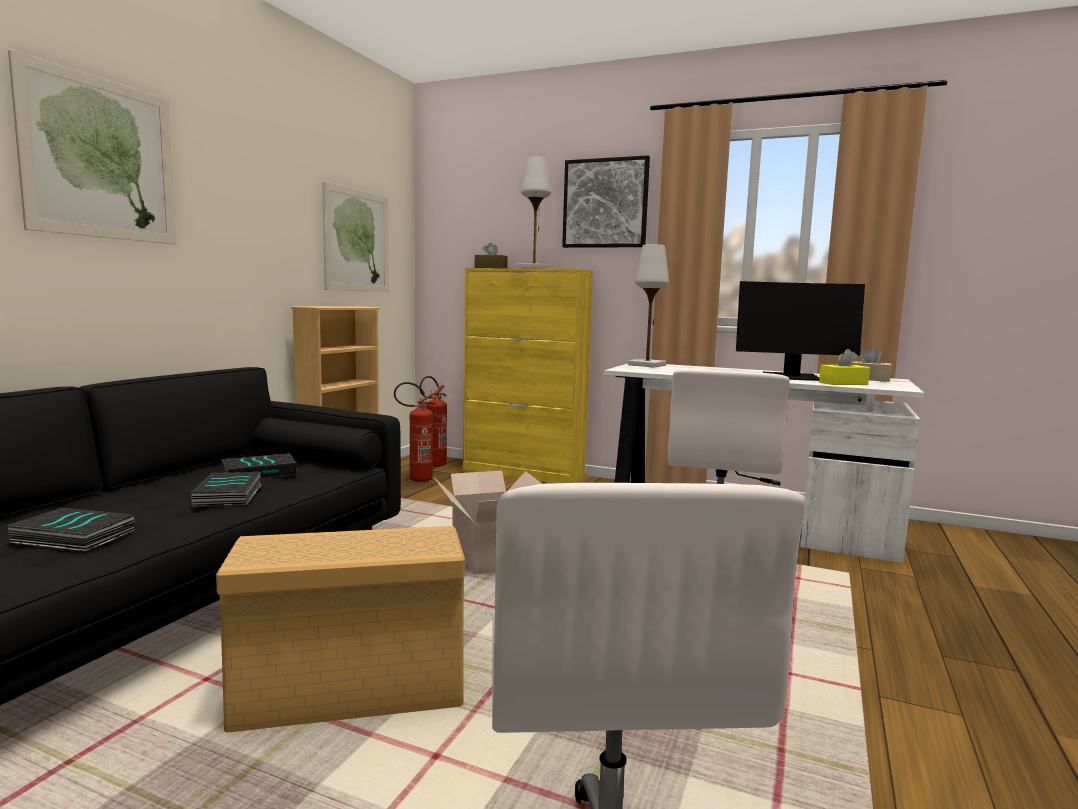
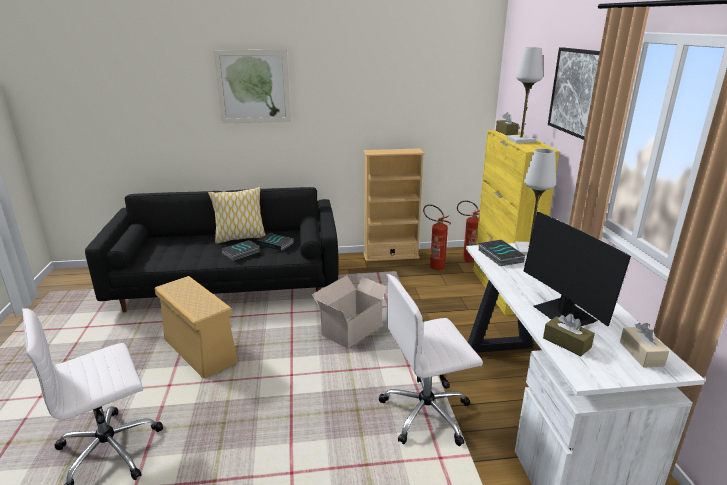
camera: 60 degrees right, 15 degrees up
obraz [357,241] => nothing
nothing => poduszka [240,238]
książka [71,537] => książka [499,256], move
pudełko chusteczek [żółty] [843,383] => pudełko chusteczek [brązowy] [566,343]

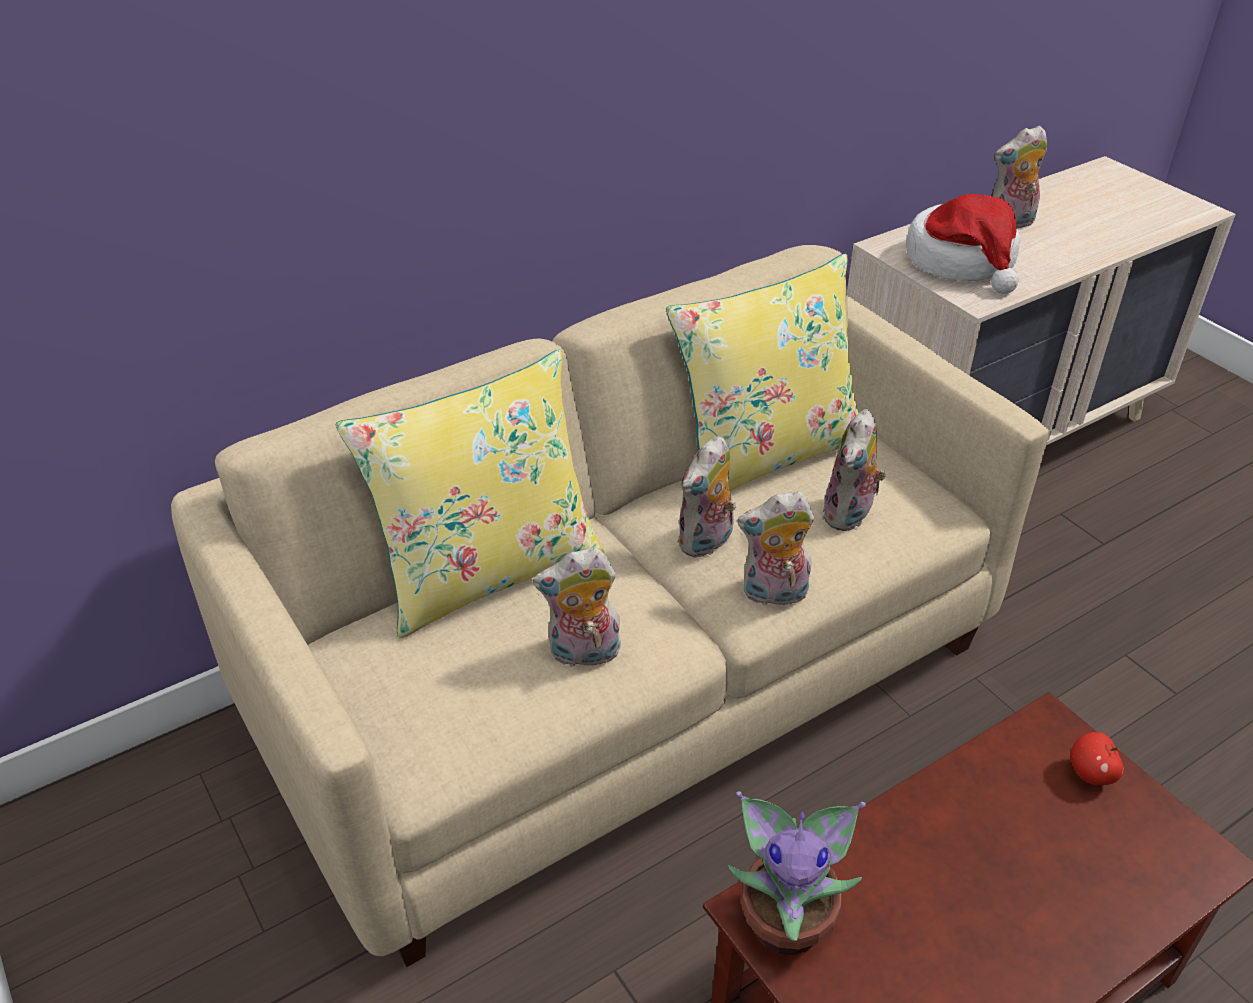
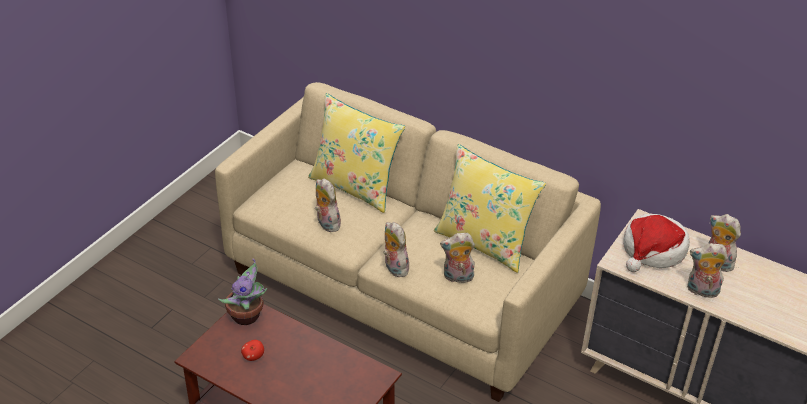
camera: 65 degrees right, 0 degrees up
pluszak [706,542] => pluszak [701,291], move
jabłko [1090,774] => jabłko [253,357], move

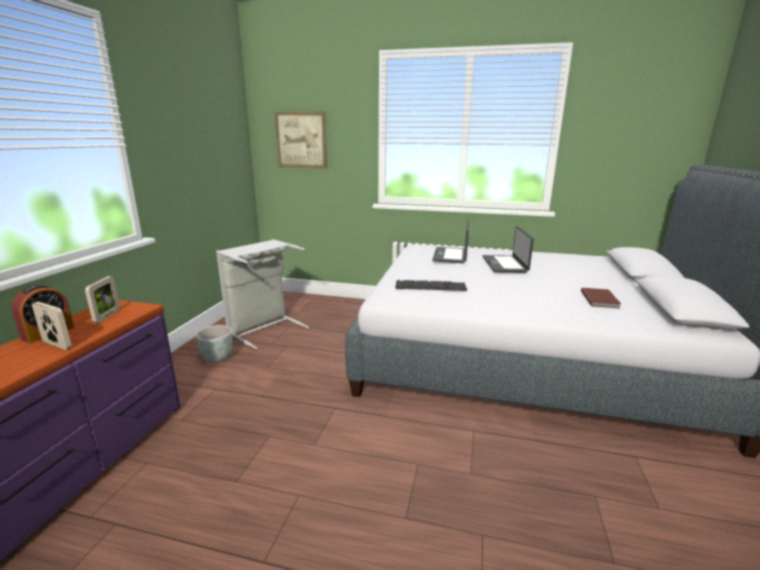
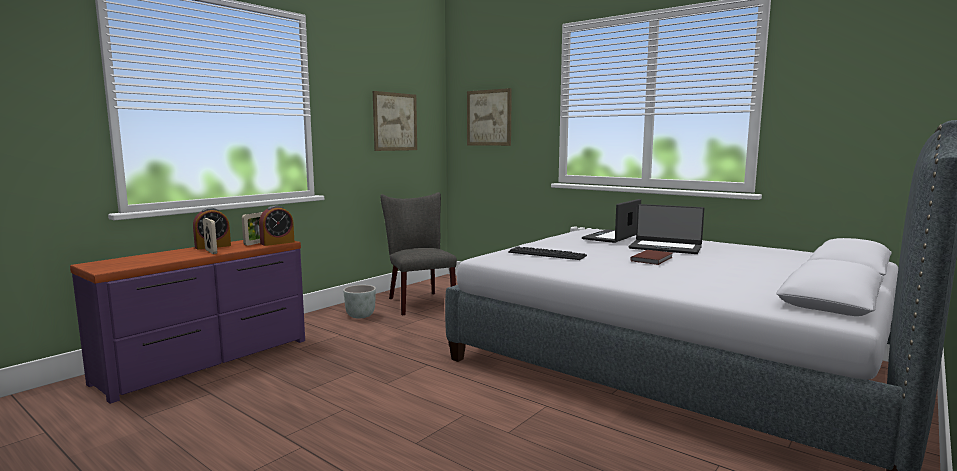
camera: 25 degrees right, 10 degrees down
nothing => budzik [277,243]
nothing => obraz [395,122]
książka [brązowy] [600,299] => książka [brązowy] [653,259], move
kosz na pranie [szary] [264,328] => krzesło [szary] [419,302]
laptop [505,264] => laptop [665,247], 90 degrees counterclockwise

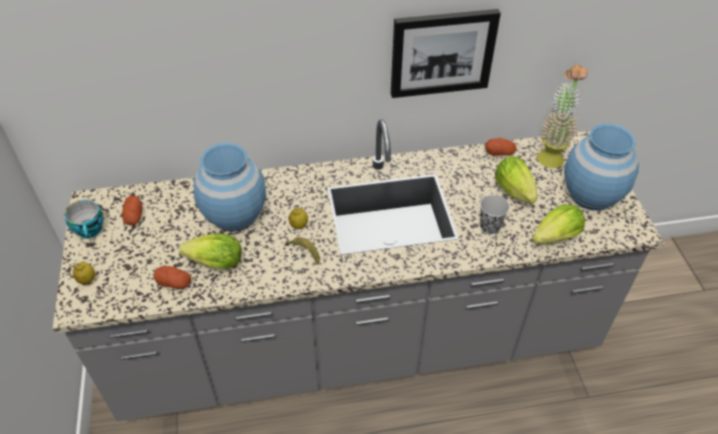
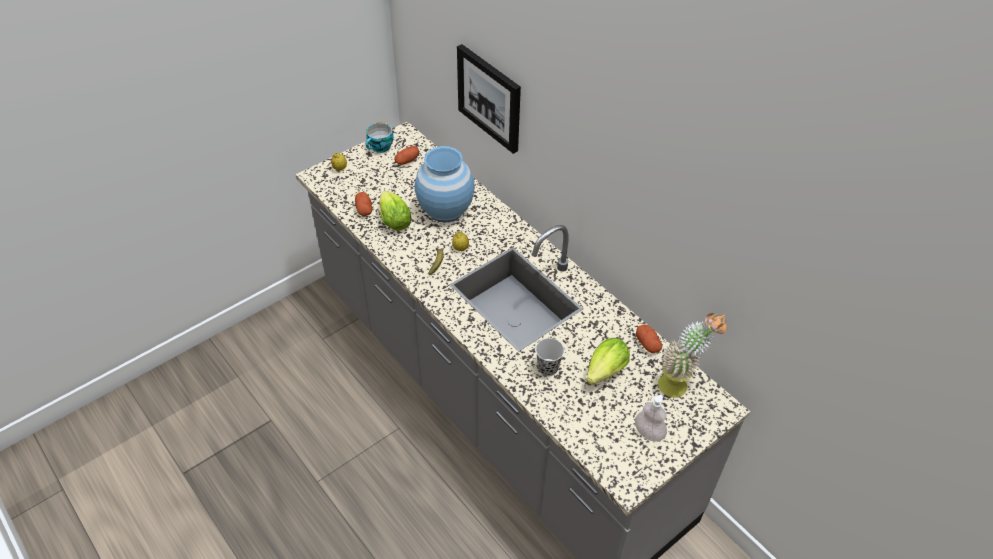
camera: 60 degrees right, 0 degrees up
sałata [552,239] => nothing
obraz [442,52] => obraz [490,97], move
wazon [niebieski] [591,194] => dozownik mydła [648,433]

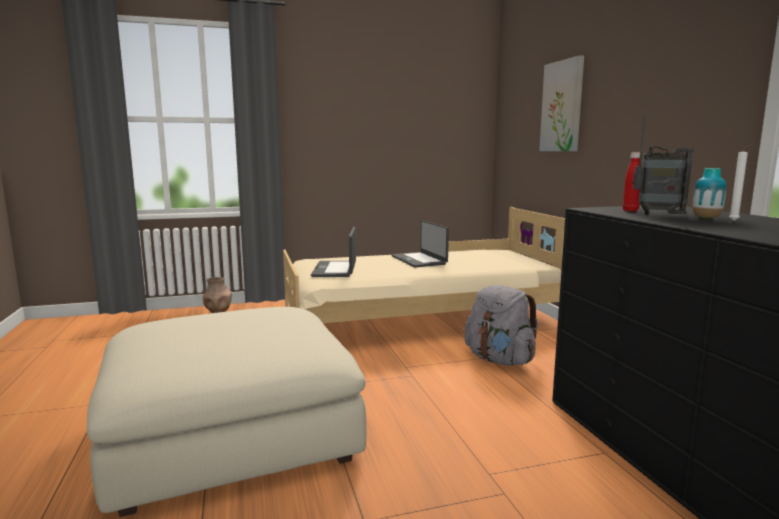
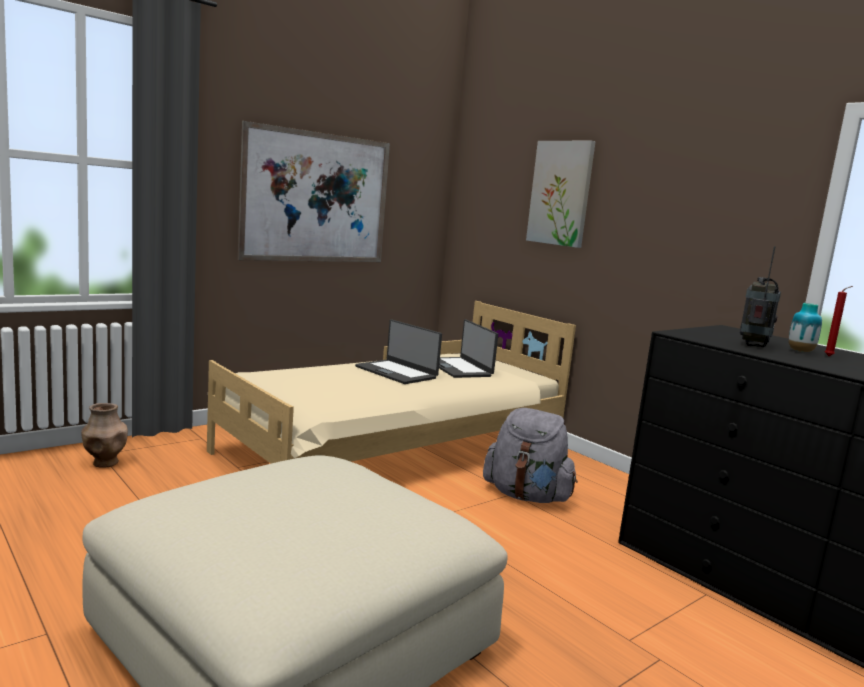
camera: 25 degrees left, 0 degrees up
butelka [czerwony] [630,210] => nothing
nothing => obraz [317,198]
laptop [335,269] => laptop [459,368], move
świeca [biały] [735,221] => świeca [czerwony] [830,356]
radio [657,214] => radio [754,345], 60 degrees counterclockwise

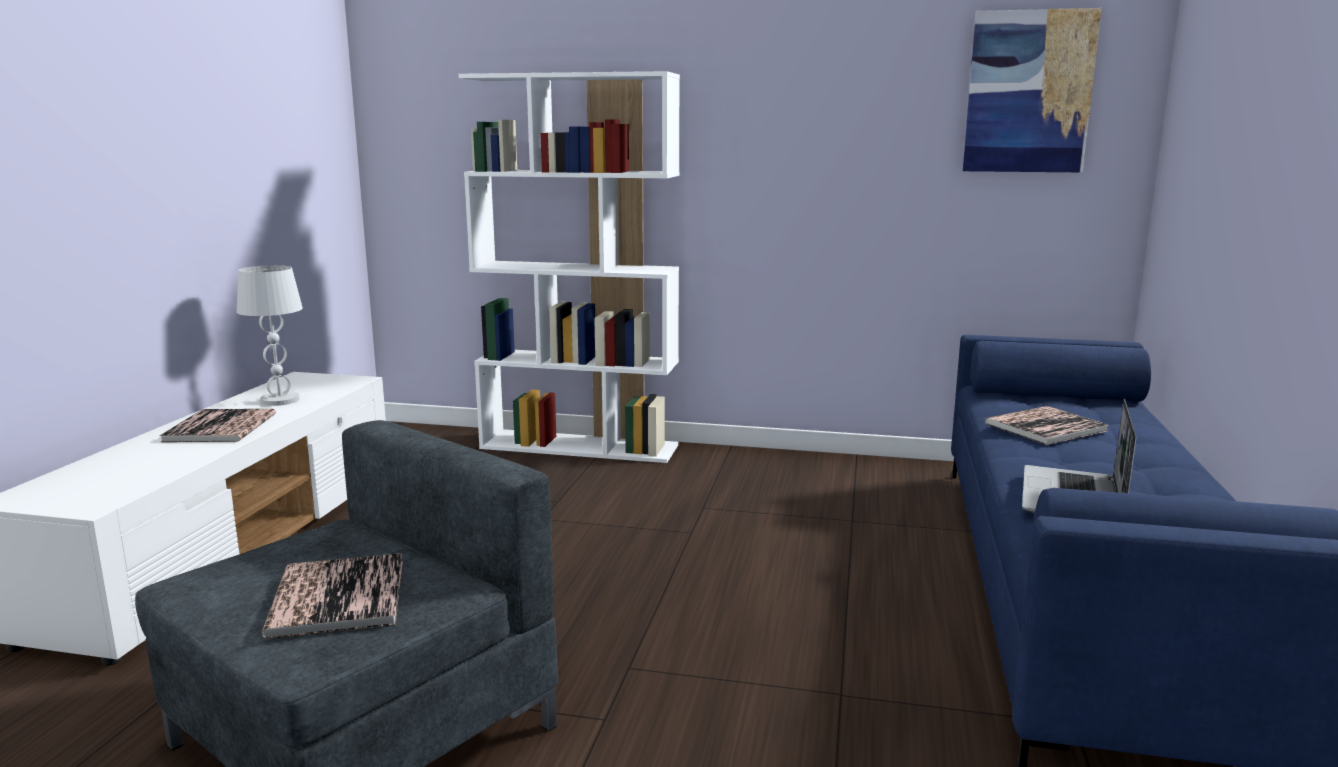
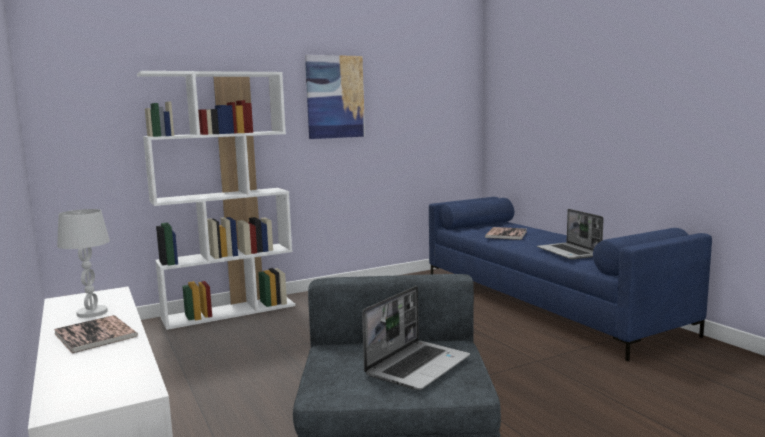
camera: 40 degrees left, 5 degrees down
obraz [1029,92] => obraz [335,97], move
książka [338,597] => laptop [418,366]

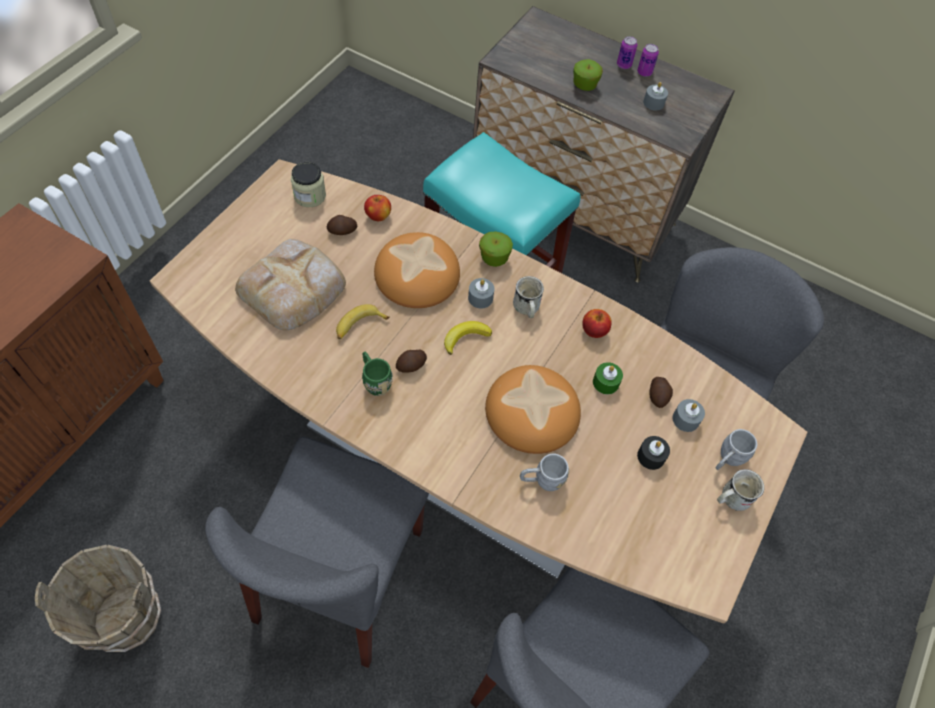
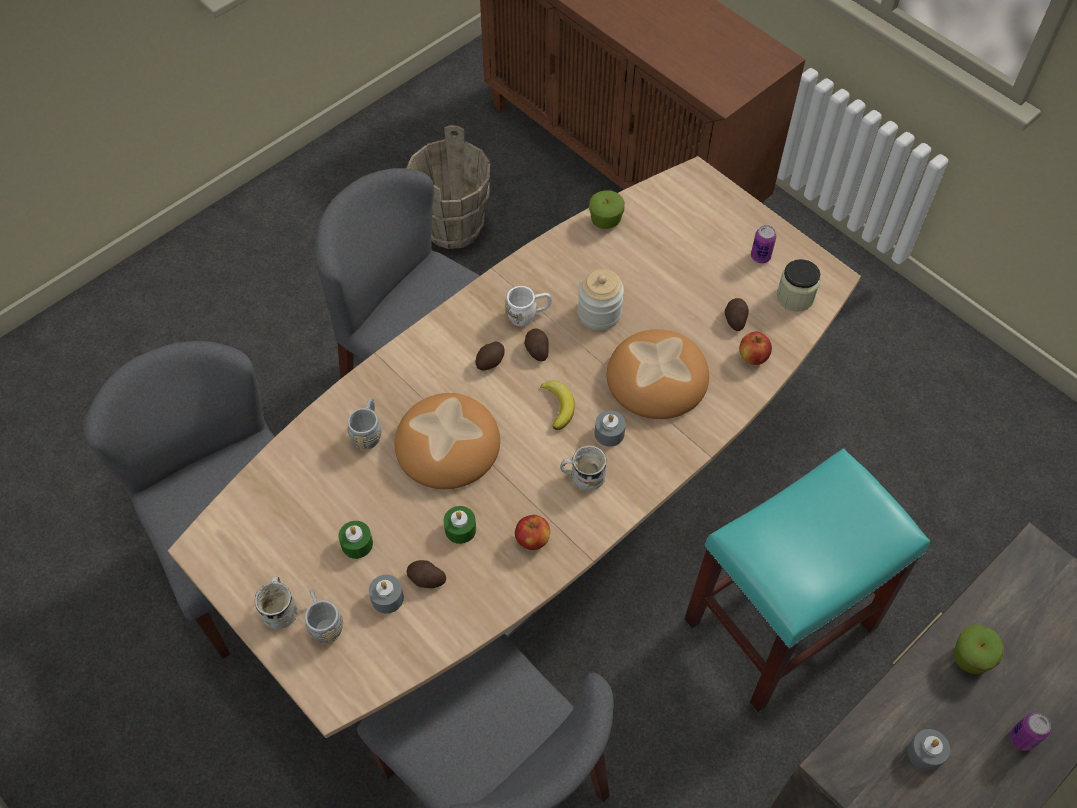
camera: 110 degrees right, 0 degrees up
chleb [294,288] => nothing
nothing => ziemniak [491,361]
jabłko [494,258] => jabłko [605,220], move
puszka [644,72] => puszka [760,256], move
banan [359,326] => słoik [599,313]
kubek [zielony] [375,380] => kubek [biały] [528,315]
świeca [czarny] [651,456] => świeca [zielony] [357,544]

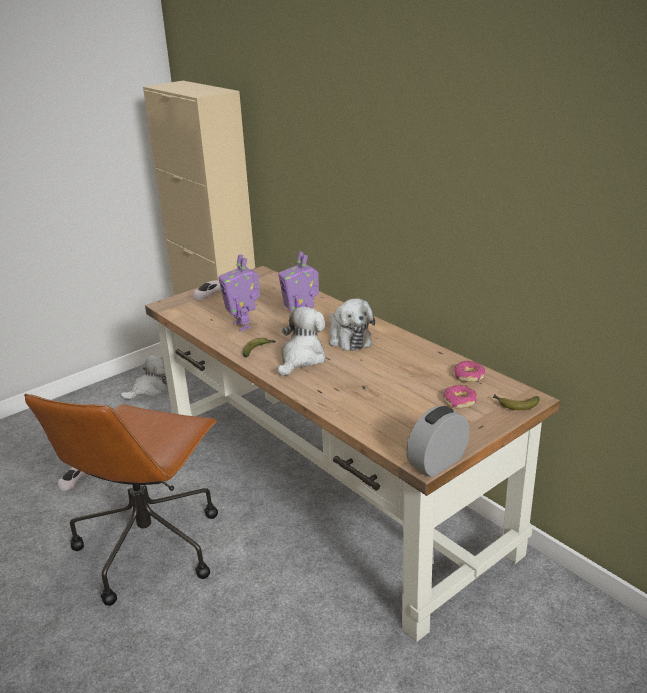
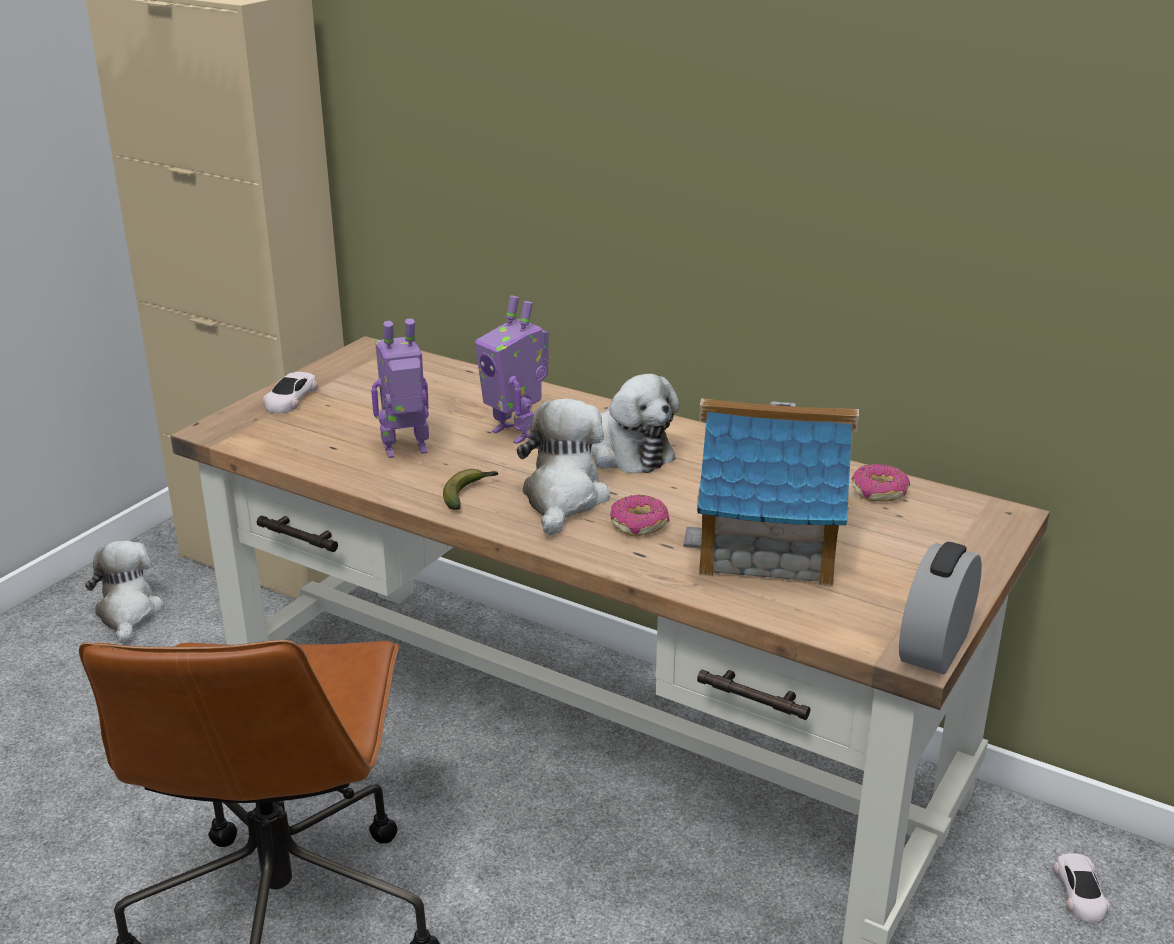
camera: 20 degrees left, 0 degrees up
banan [514,405] => nothing
nothing => domek [769,546]
samochodzik [biały] [72,479] => samochodzik [biały] [1080,893], move
donut [460,402] => donut [639,524], move
pluszak [149,390] => pluszak [128,614], 45 degrees counterclockwise
robot zabawkowy [243,325] => robot zabawkowy [406,451], 120 degrees clockwise

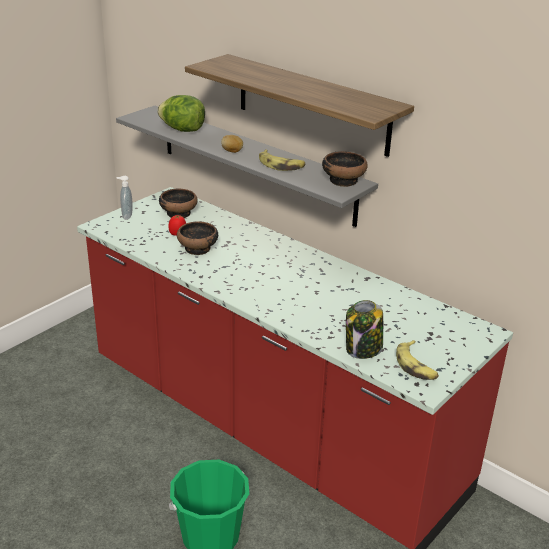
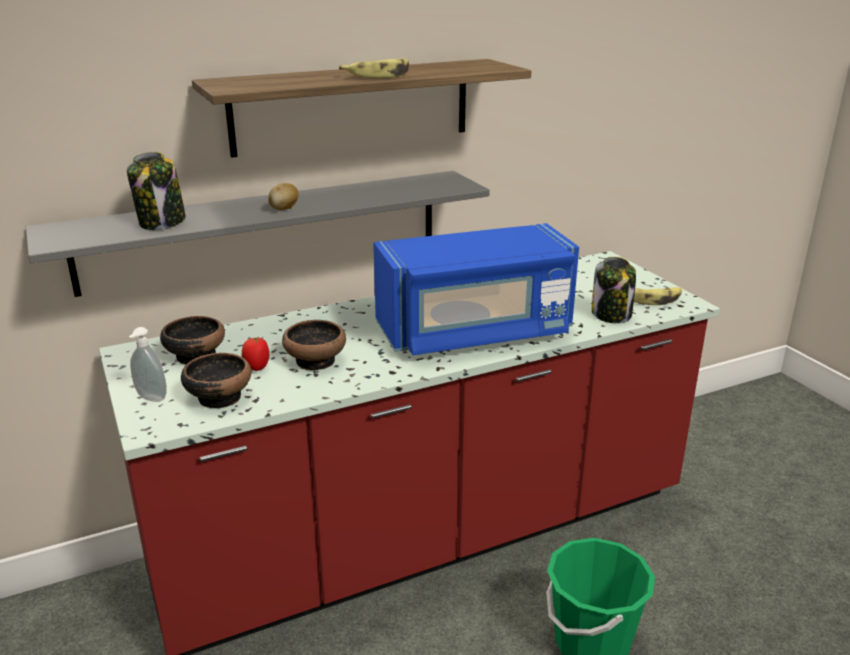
camera: 65 degrees left, 5 degrees down
nothing => mikrofalówka [niebieski] [474,332]
banan [281,165] => banan [380,75], move
miska [343,180] => miska [219,397], move
sałata [182,130] => słoik [162,222]

